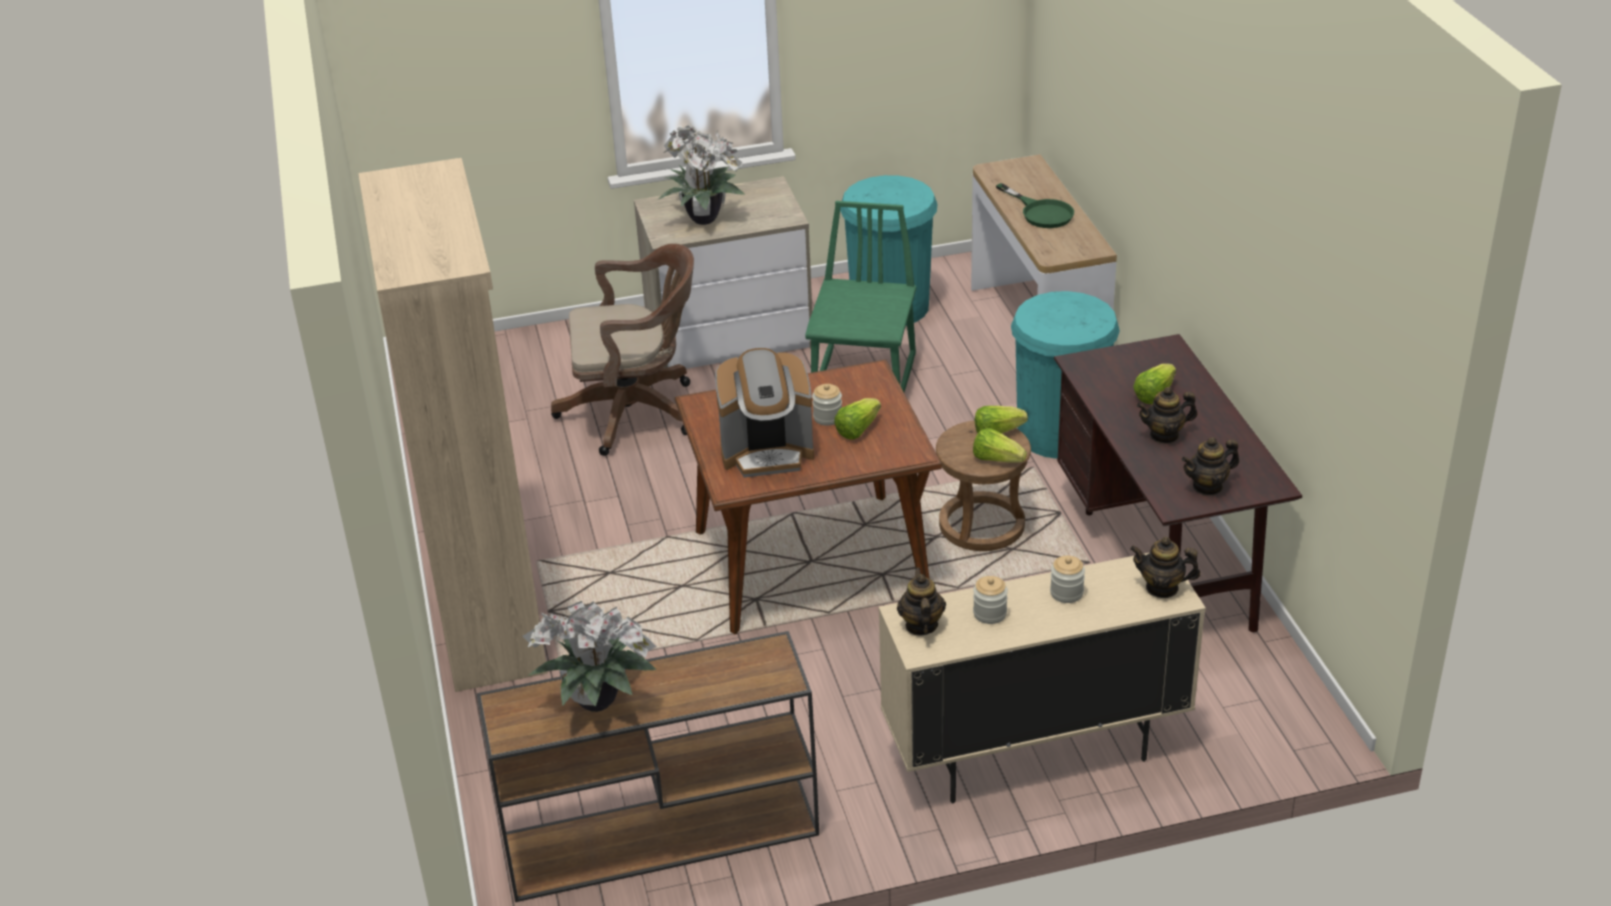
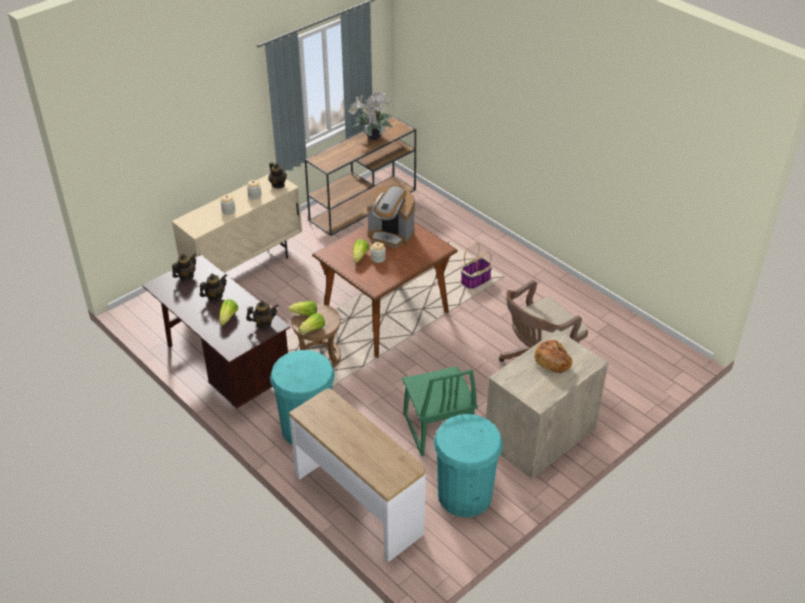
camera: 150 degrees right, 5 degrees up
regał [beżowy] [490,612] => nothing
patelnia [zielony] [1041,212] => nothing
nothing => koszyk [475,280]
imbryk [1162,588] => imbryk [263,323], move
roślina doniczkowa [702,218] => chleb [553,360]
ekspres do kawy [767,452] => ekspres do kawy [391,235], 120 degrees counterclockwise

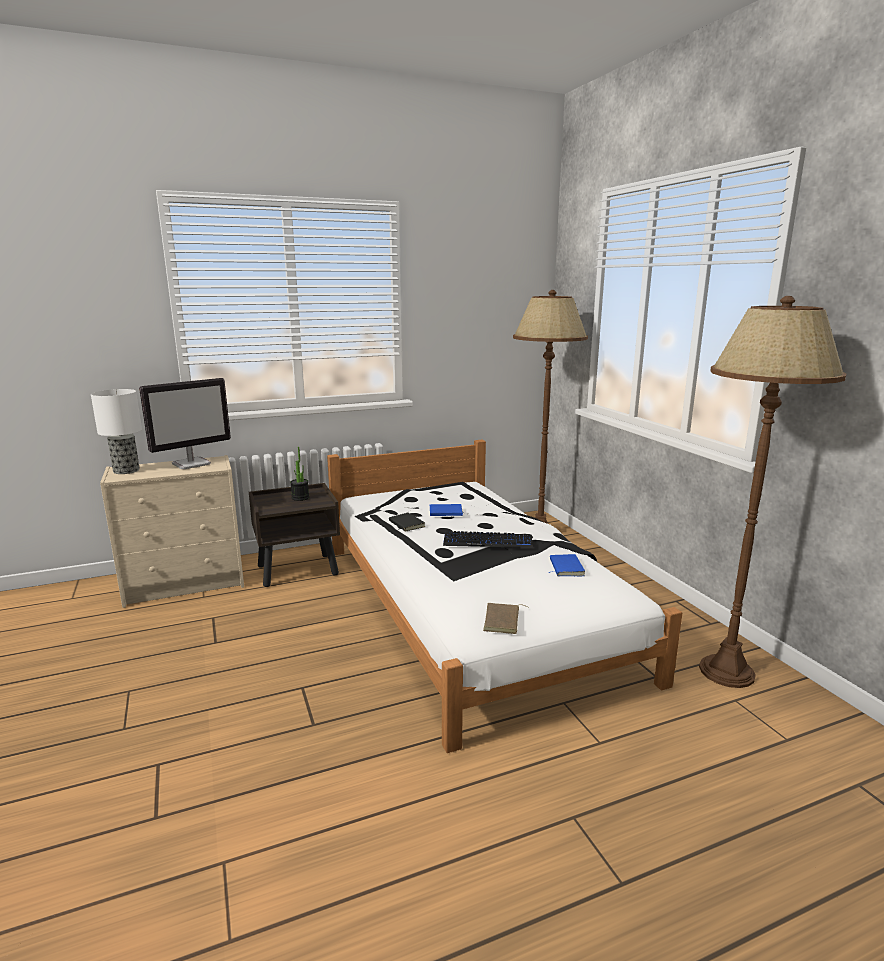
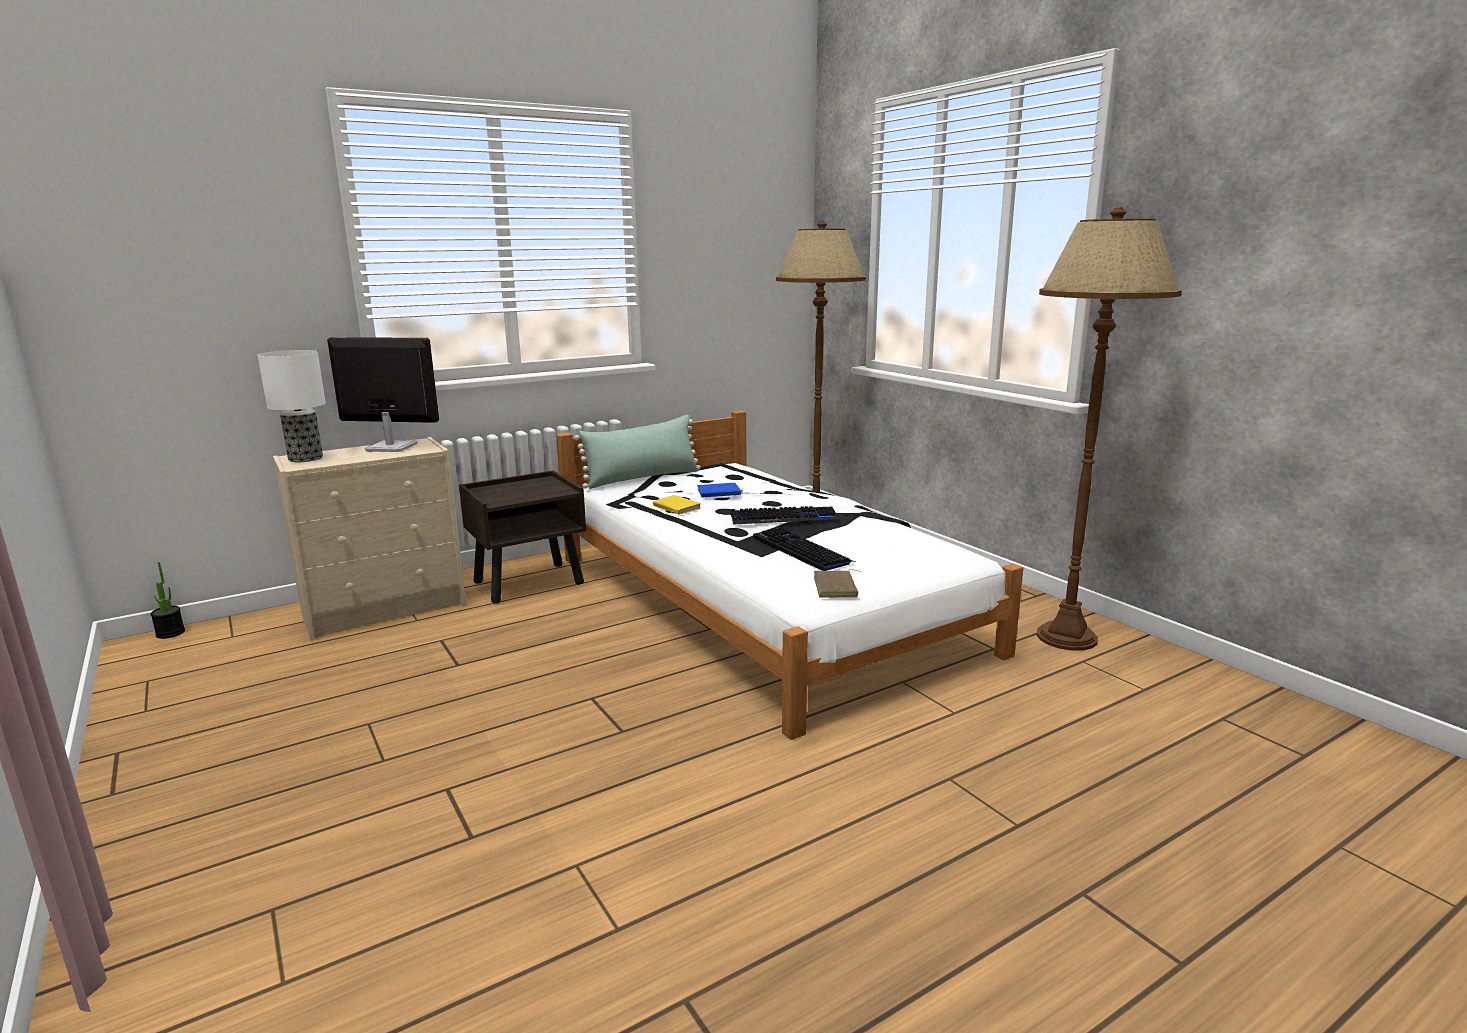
camera: 10 degrees left, 0 degrees up
książka [niebieski] [565,568] => nothing
nothing => poduszka [zielony] [642,478]
nothing => klawiatura [801,550]
roślina doniczkowa [300,498] => roślina doniczkowa [170,633], move
książka [czarny] [405,524] => książka [żółty] [675,508]
monitor [192,464] => monitor [390,447], 120 degrees counterclockwise

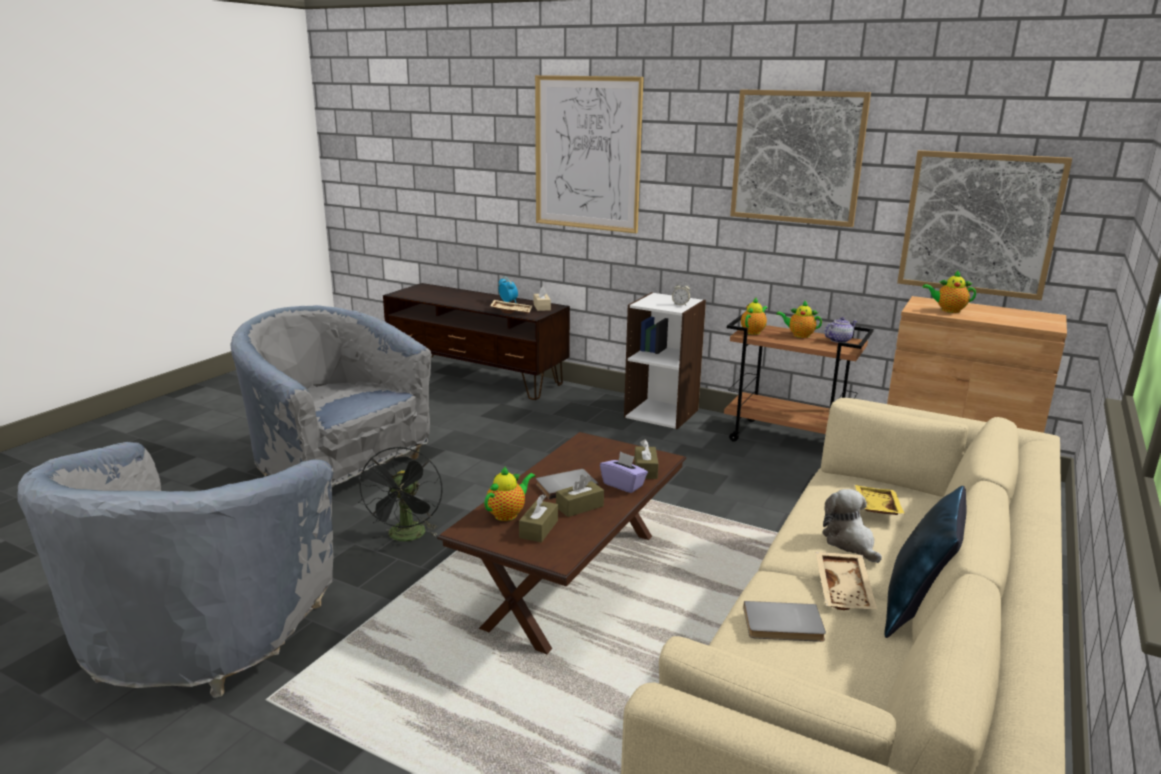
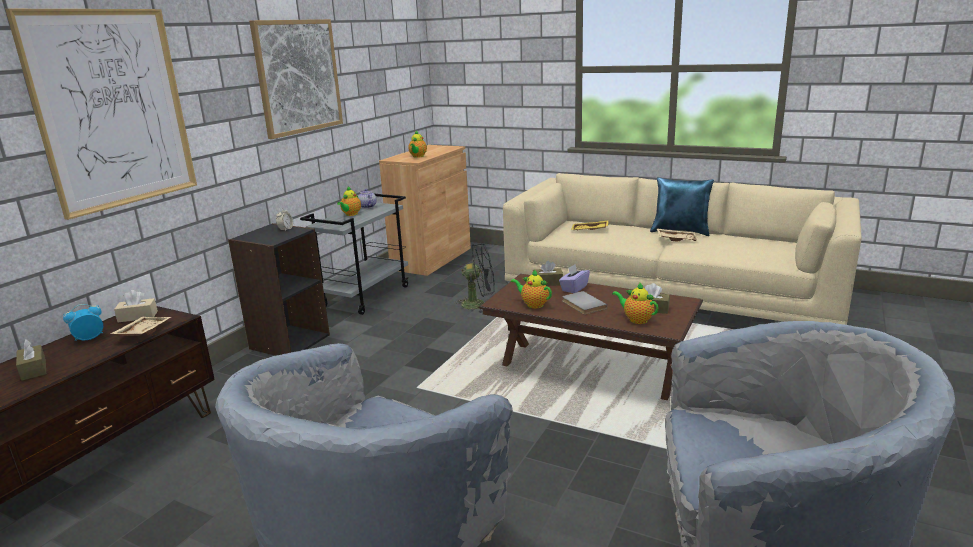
camera: 90 degrees left, 0 degrees up
książka [szary] [783,626] => nothing
pluszak [850,543] => nothing
obraz [979,224] => nothing
wentylator [czarny] [406,537] => wentylator [czarny] [479,304], move
pudełko chusteczek [brązowy] [579,507] => pudełko chusteczek [brązowy] [33,369], move
imbryk [753,332] => imbryk [533,304], move
regał [biały] [662,413] => regał [czarny] [289,341]
wózek [brązowy] [788,440] => wózek [szary] [366,296]

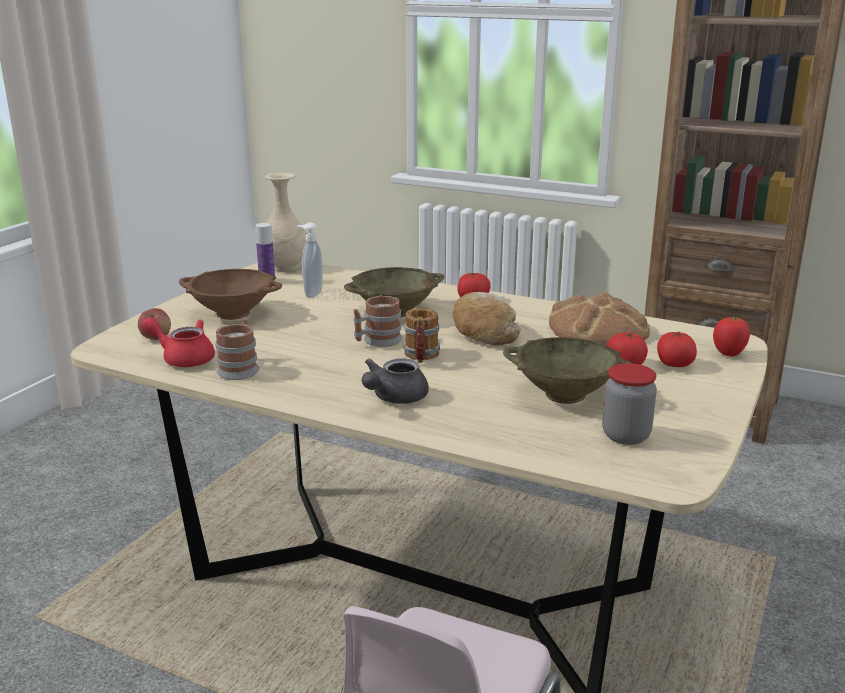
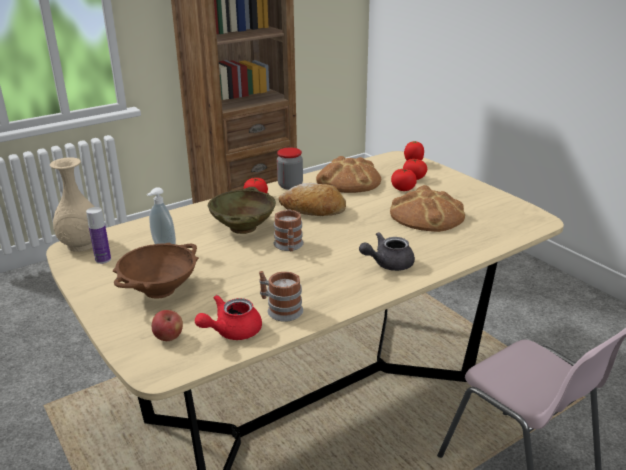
camera: 60 degrees left, 5 degrees up
kubek [421,357] => nothing
słoik [626,436] => słoik [290,185], move
miska [beżowy] [565,395] => chleb [427,215]
imbryk [szary] [394,398] => imbryk [szary] [387,264], 90 degrees clockwise

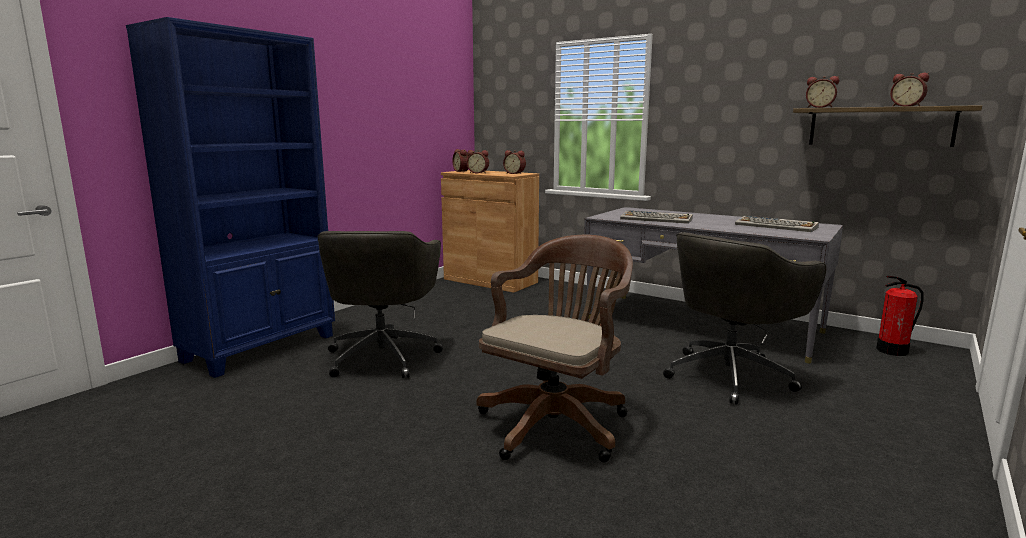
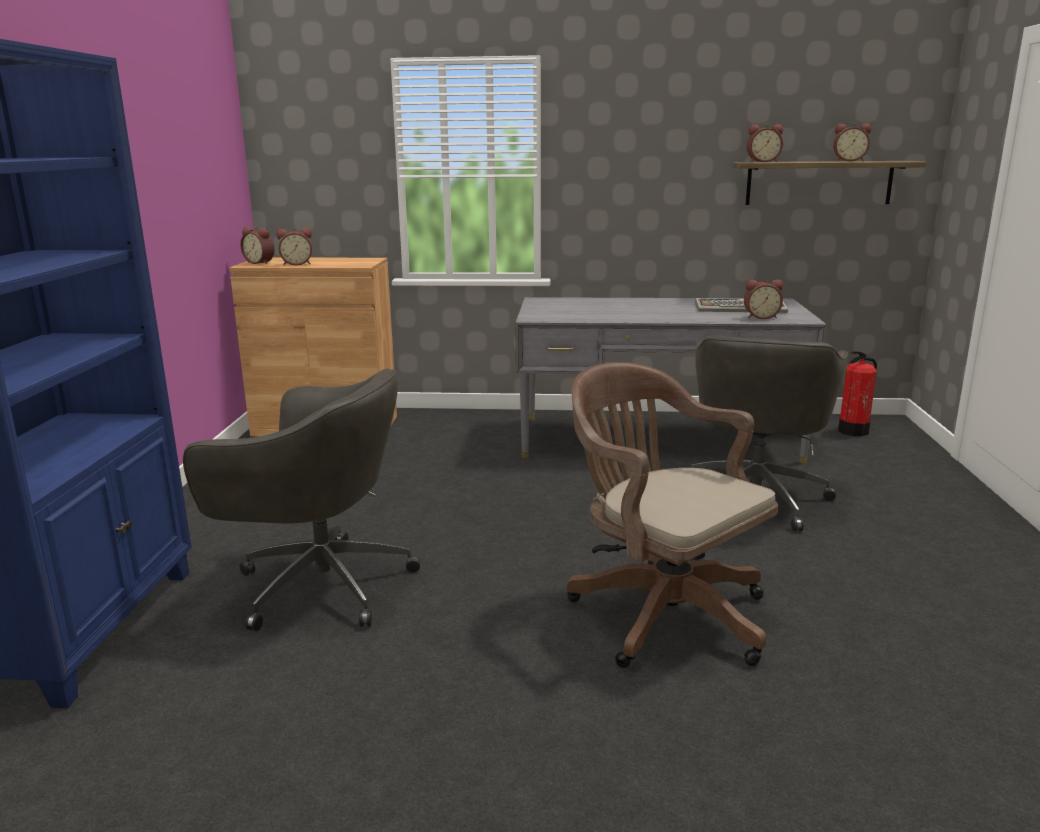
camera: 30 degrees left, 5 degrees up
klawiatura [657,219] => nothing
budzik [515,173] => budzik [760,317], move
krzesło biurowe [szary] [383,356] => krzesło biurowe [szary] [319,584], 45 degrees counterclockwise
krzesło biurowe [brązowy] [557,422] => krzesło biurowe [brązowy] [661,611], 45 degrees counterclockwise

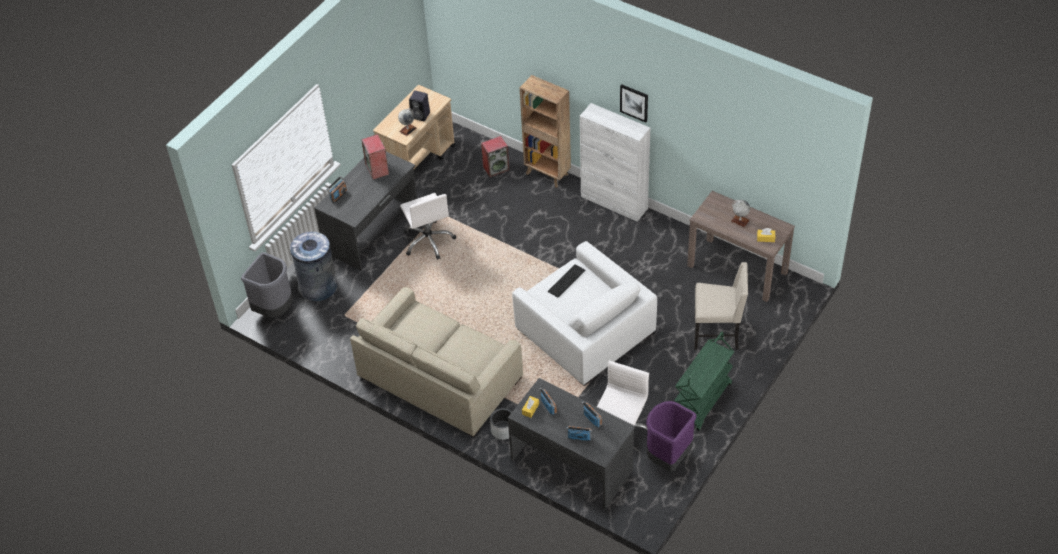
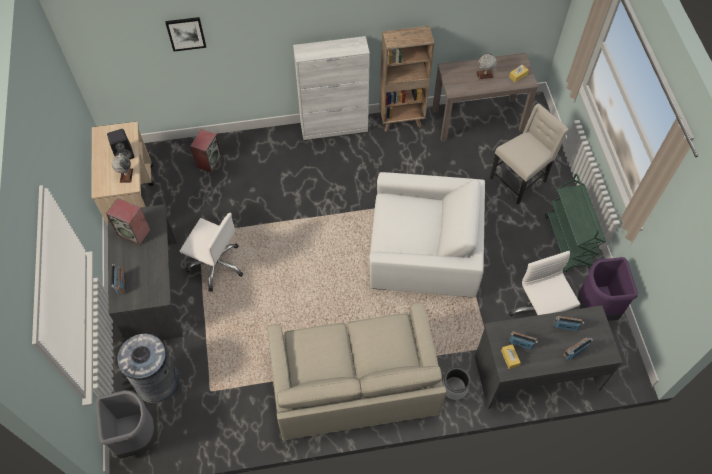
camera: 45 degrees left, 10 degrees up
klawiatura [567,281] => nothing
regał [brązowy] [547,174] => regał [brązowy] [402,120], move
obraz [634,102] => obraz [186,33], move

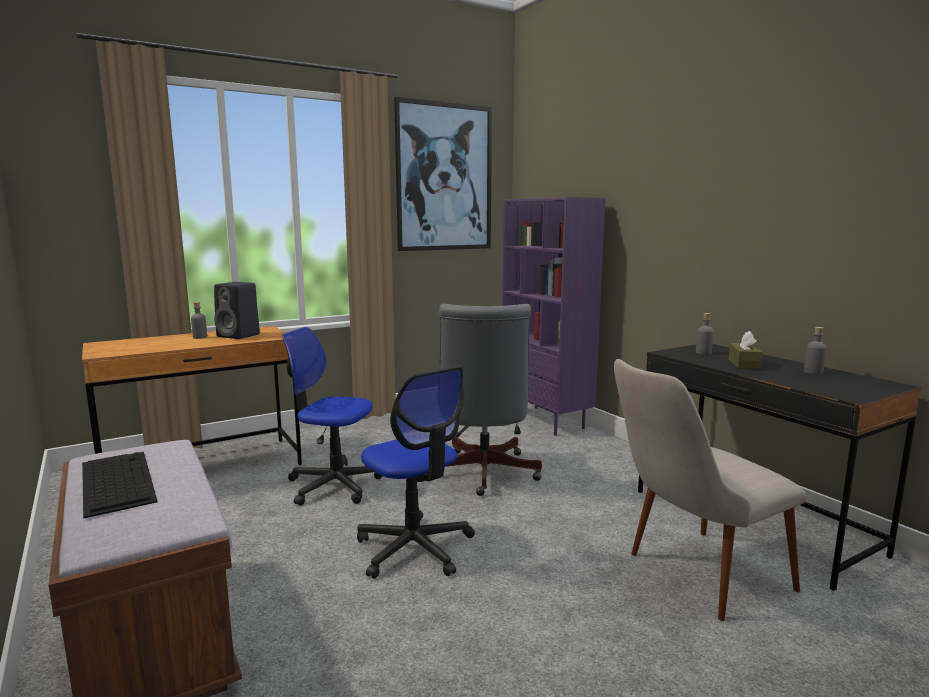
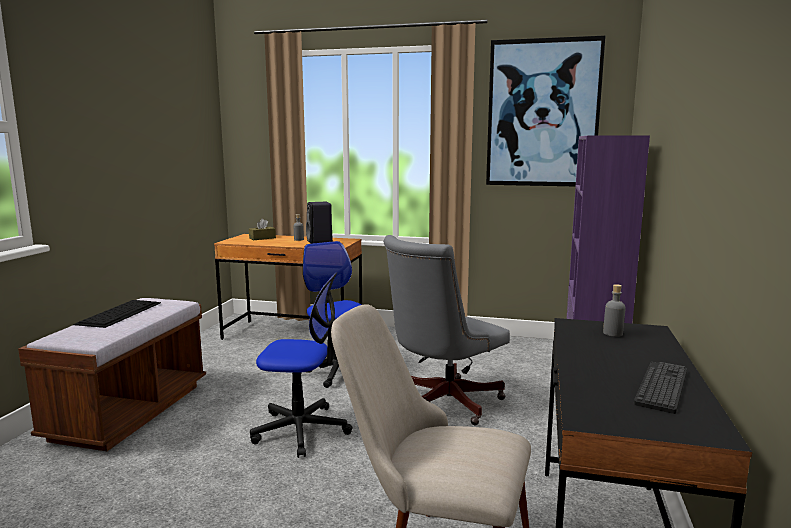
camera: 45 degrees right, 0 degrees up
pudełko chusteczek [brązowy] [744,364] => pudełko chusteczek [brązowy] [262,238], move
butelka [szary] [813,372] => klawiatura [661,387]
krzesło biurowe [415,548] => krzesło biurowe [301,430], 90 degrees counterclockwise

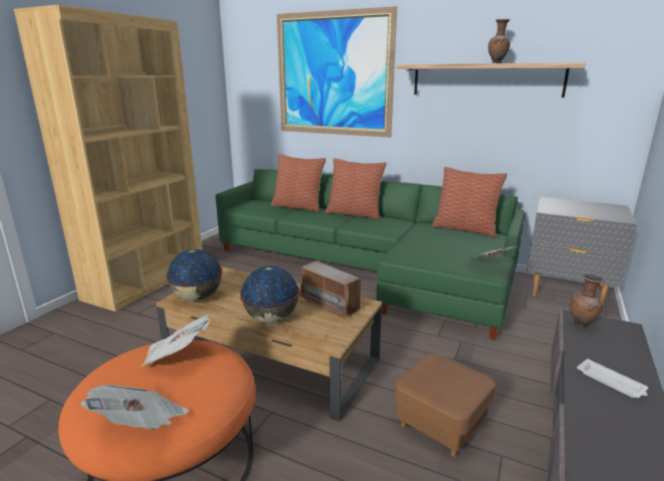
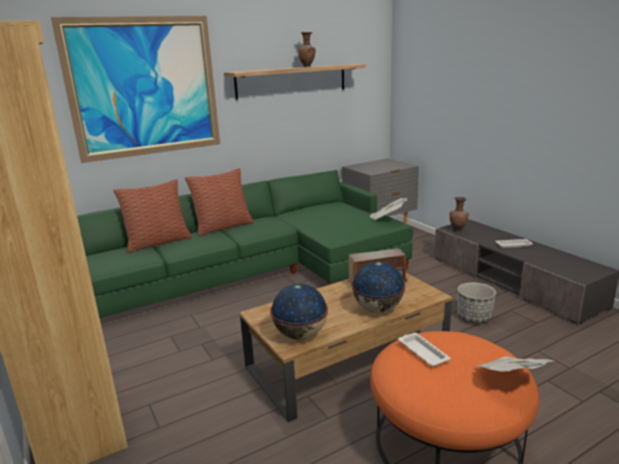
camera: 55 degrees left, 0 degrees up
poduszka [465,229] => nothing
gazeta [177,356] => taca [biały] [422,352]
pufa [brązowy] [440,424] => donica [474,317]

